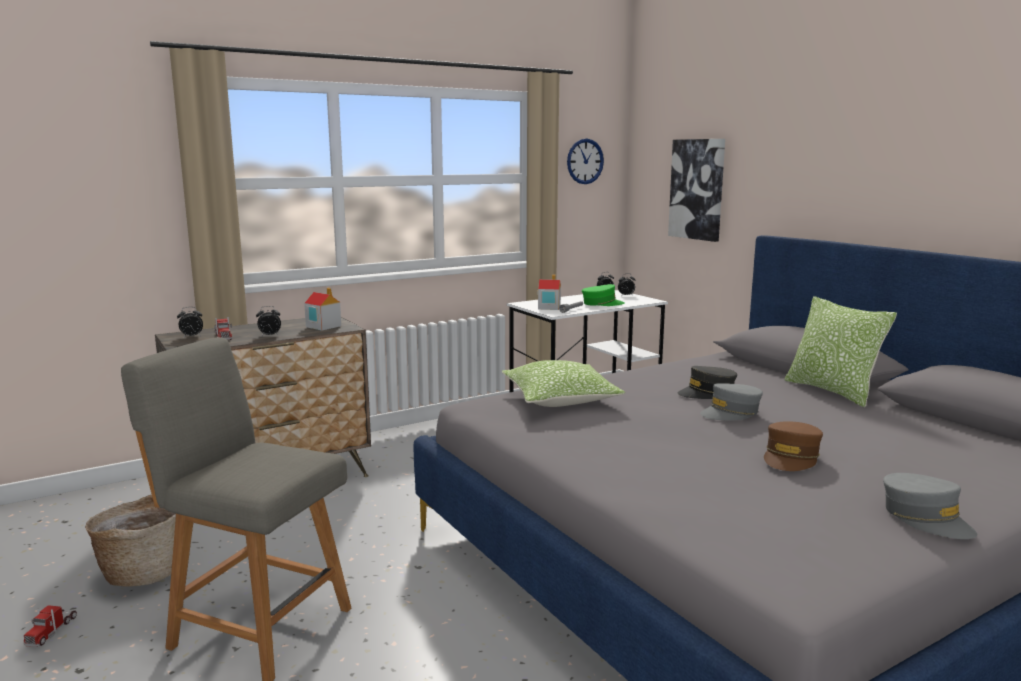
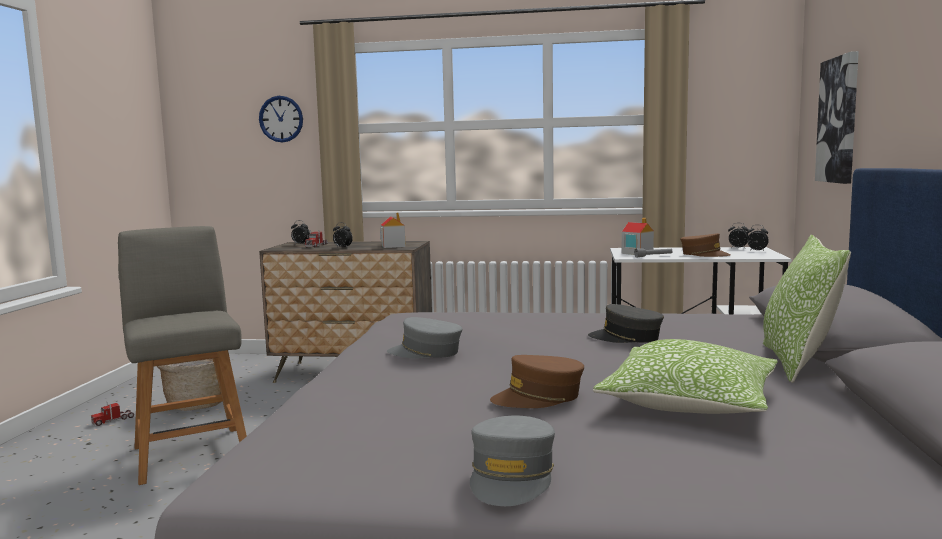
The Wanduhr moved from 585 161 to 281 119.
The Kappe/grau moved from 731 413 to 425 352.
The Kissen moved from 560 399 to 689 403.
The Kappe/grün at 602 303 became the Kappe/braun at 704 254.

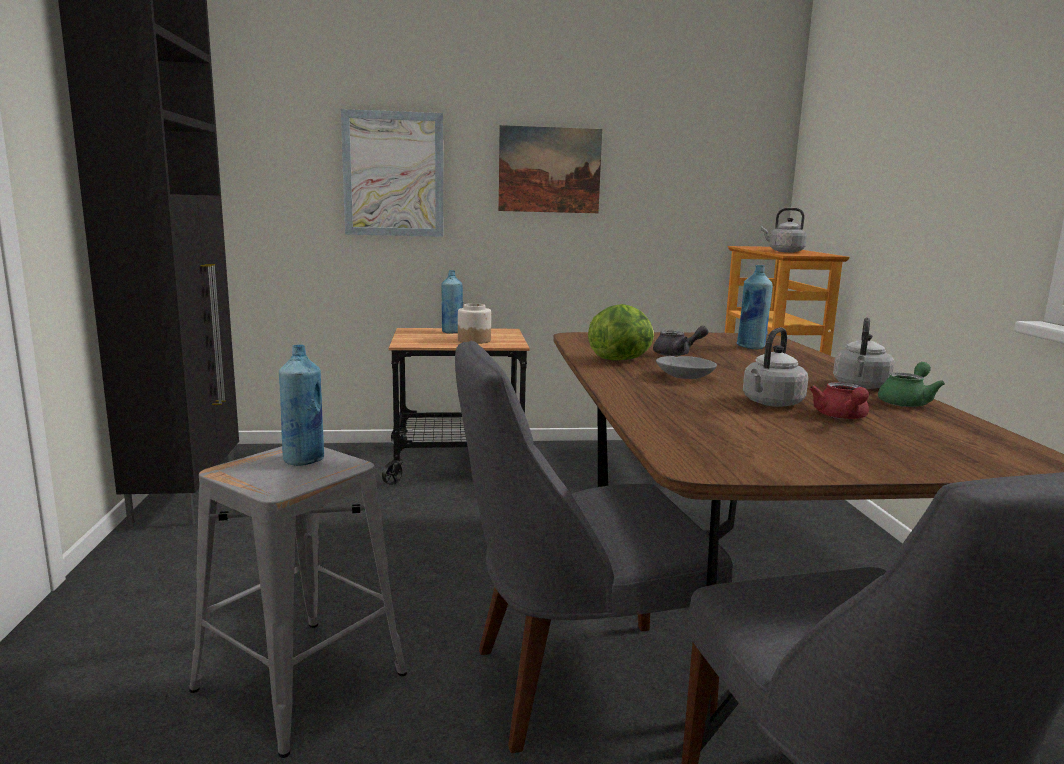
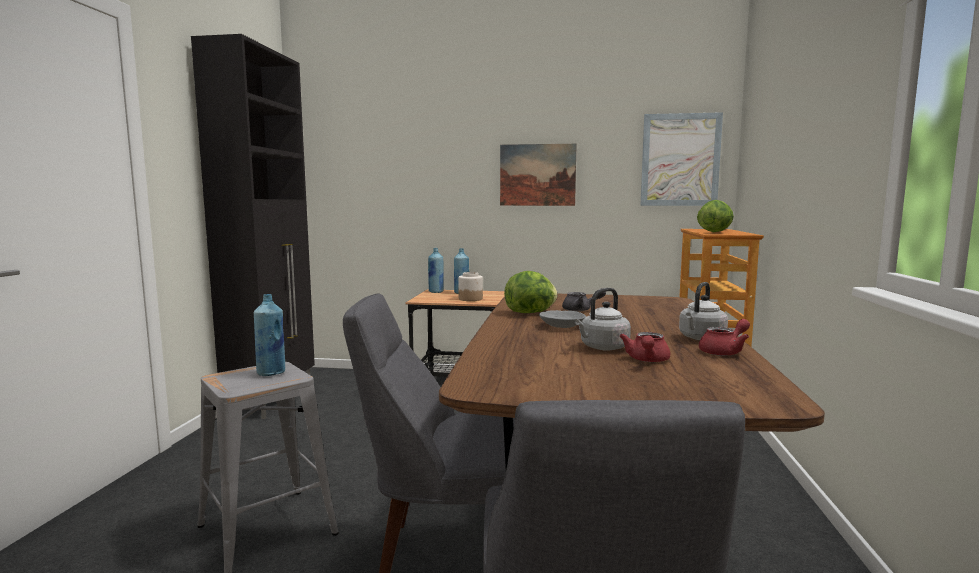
The Flasche/blau moved from 751 347 to 436 292.
The Bild moved from 393 174 to 680 160.
The Wasserkessel/grau at 784 251 was replaced by the Salatkopf at 714 232.
The Teekanne/grün at 907 402 became the Teekanne/rot at 724 352.

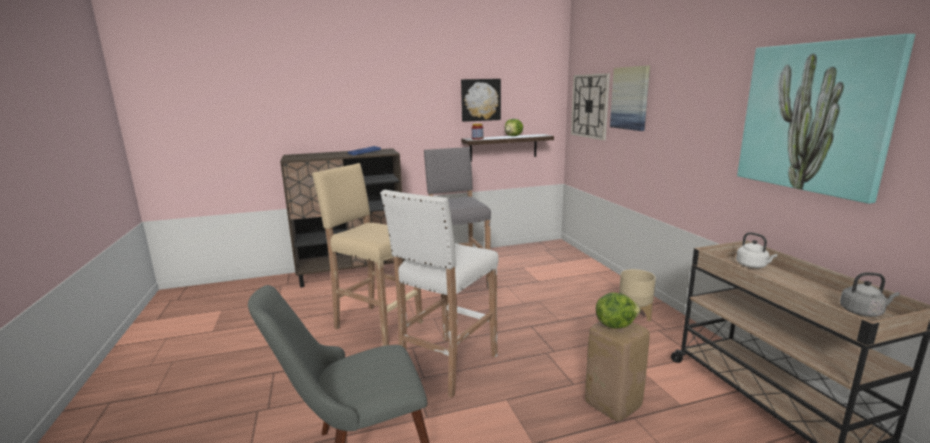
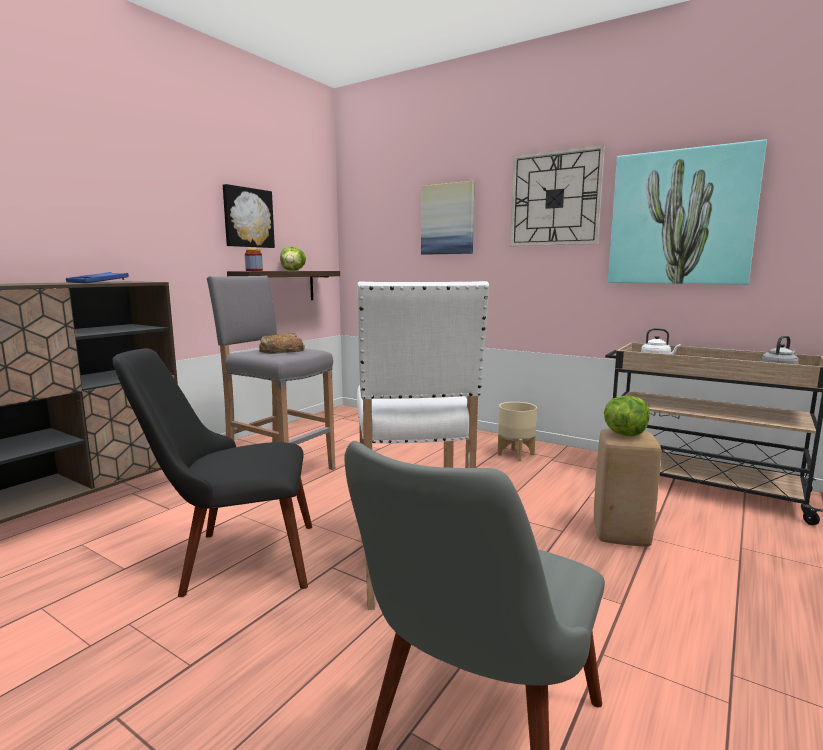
The Hocker/beige at 376 325 was replaced by the Stuhl/schwarz at 231 560.
The Brot at 280 350 appeared.
The Wanduhr moved from 590 106 to 555 199.

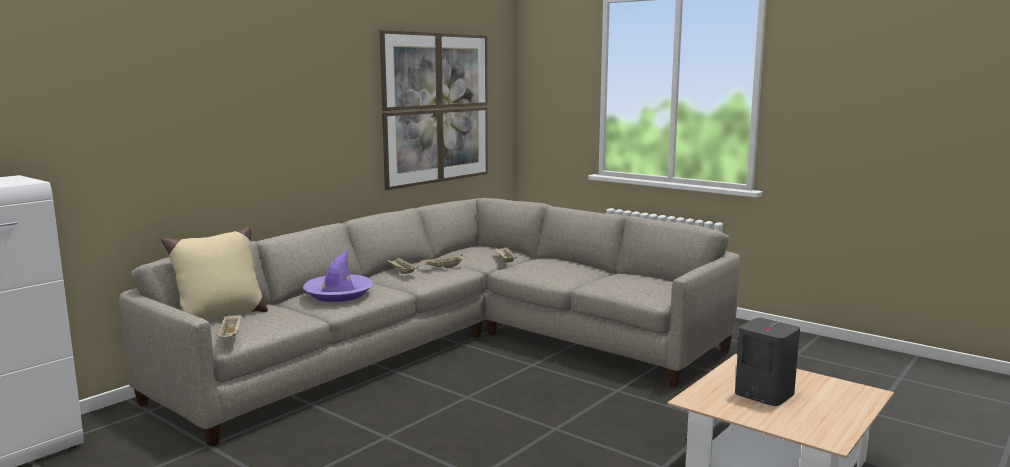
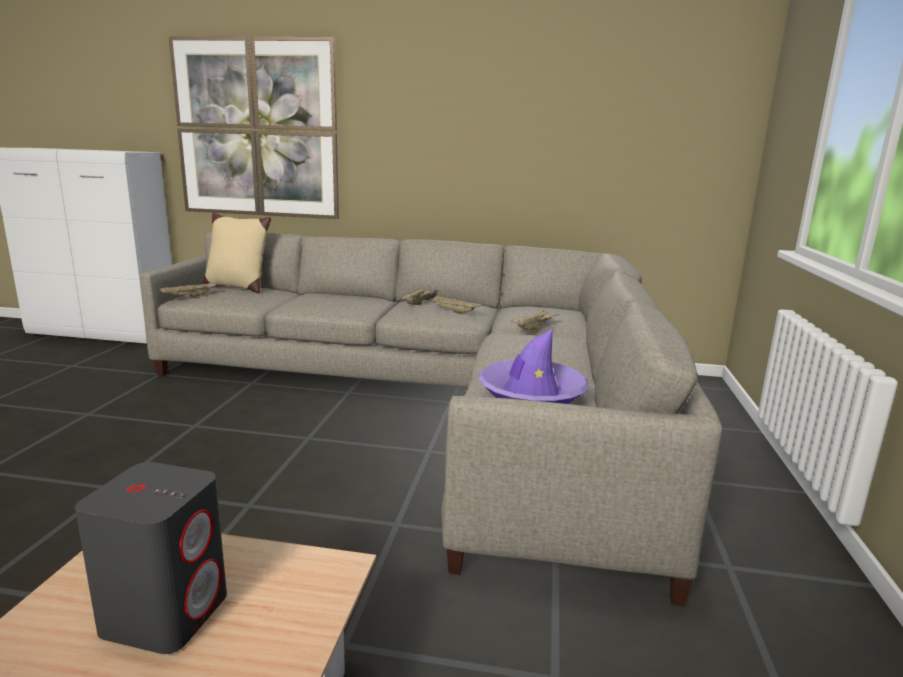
The Bild moved from 436 108 to 257 129.
The Hut/lila moved from 338 294 to 531 393.

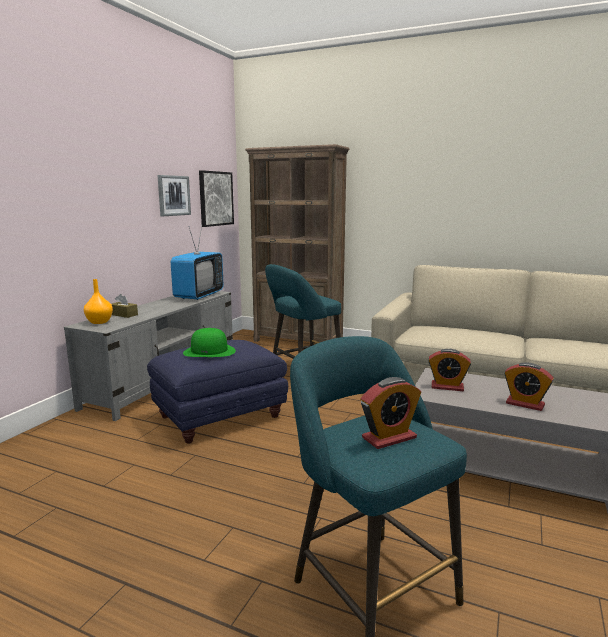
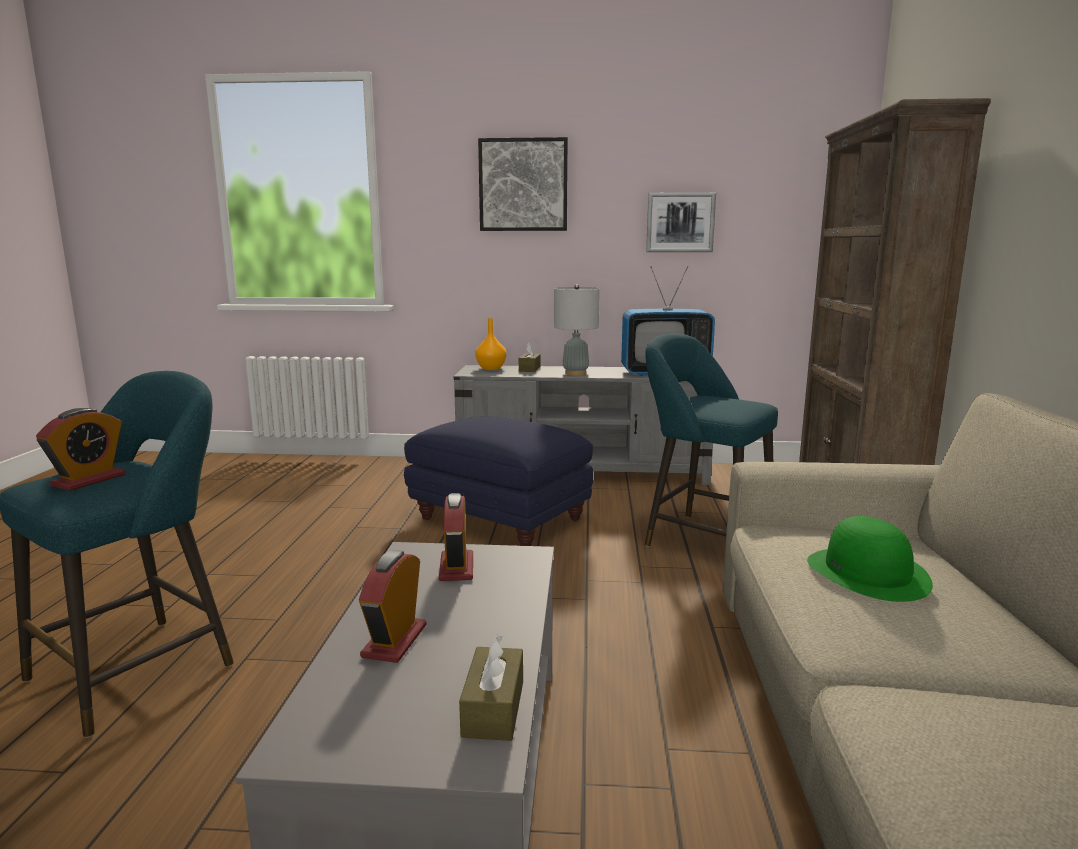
The Wecker at 389 438 turned 105 degrees counterclockwise.
The Taschentuchbox/braun at 493 708 appeared.
The Bild moved from 215 198 to 523 185.
The Tischlampe/grau at 575 373 appeared.
The Hut/grün moved from 209 351 to 867 573.

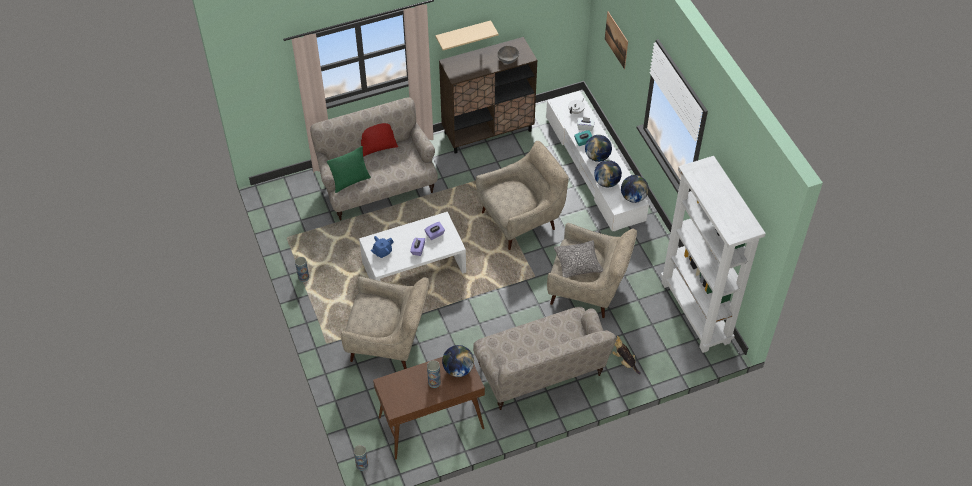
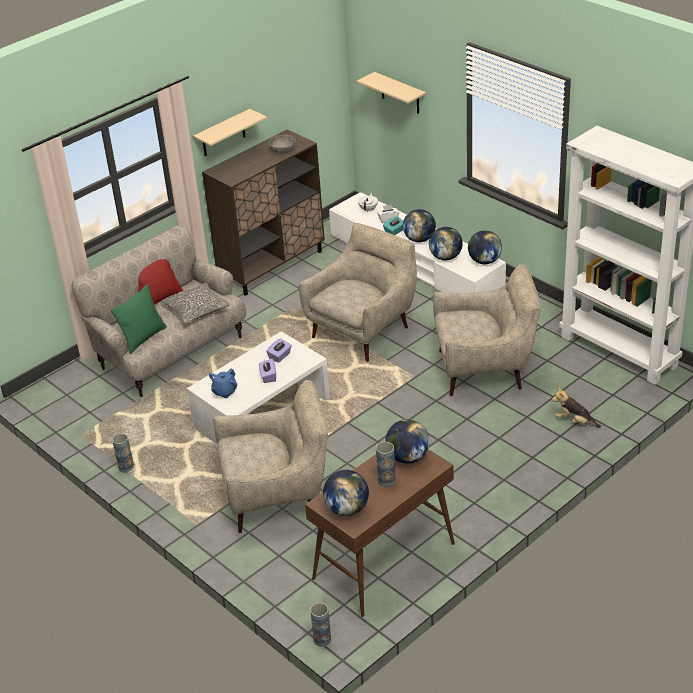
The Kissen moved from 578 263 to 196 310.
The Globus at 347 509 appeared.
The Bild at 616 40 was replaced by the Wandregal/beige at 400 93.
The Sofa/beige at 541 373 disappeared.

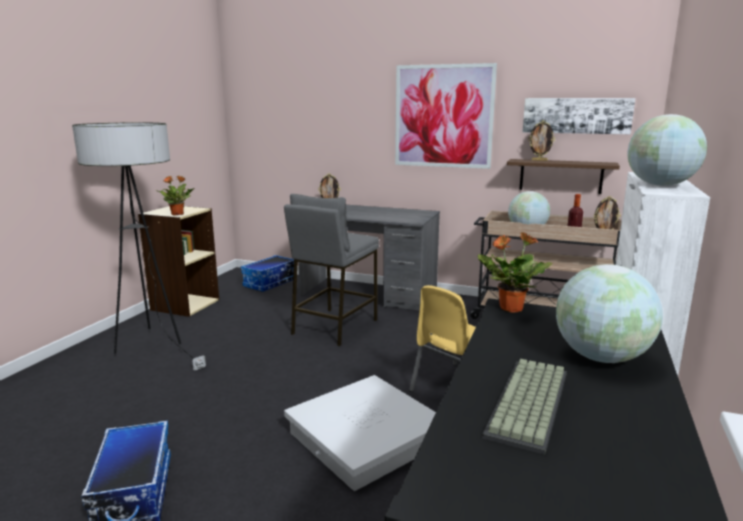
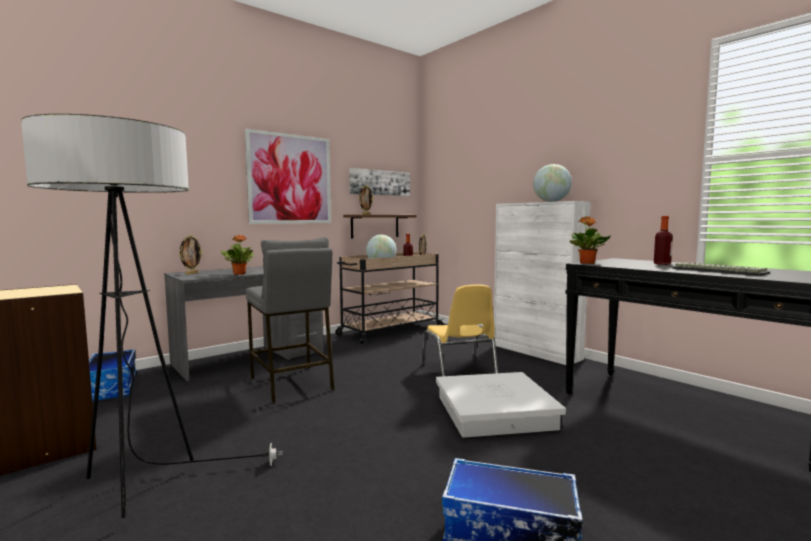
The Topfpflanze moved from 178 214 to 239 274.
The Globus at 601 357 was replaced by the Flasche at 662 264.

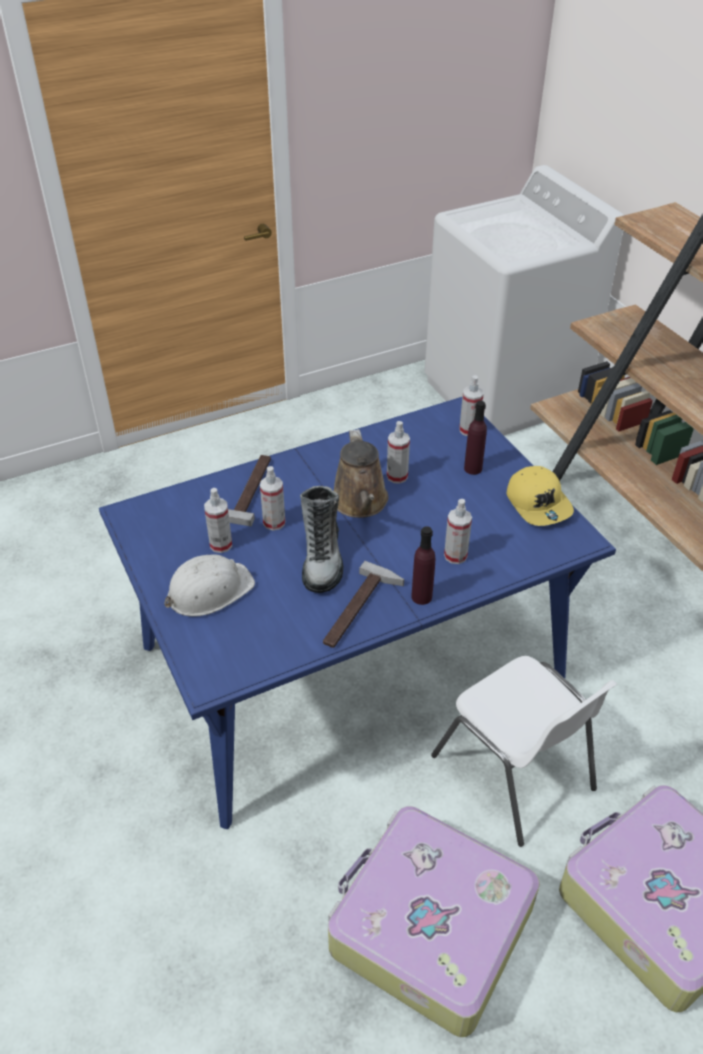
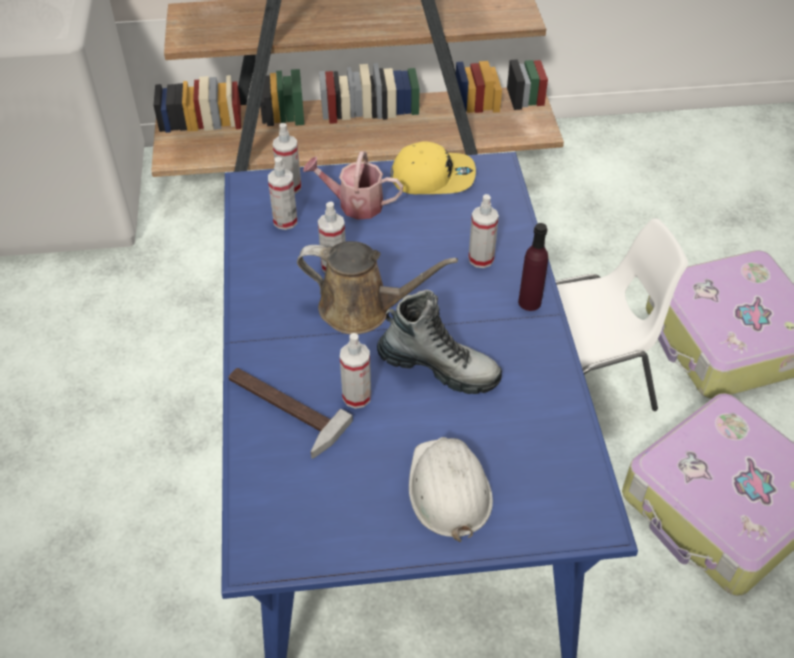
The Sprühflasche moved from 221 545 to 285 221.
The Flasche/lila at 473 468 was replaced by the Gießkanne at 354 204.
The Hammer at 360 610 disappeared.

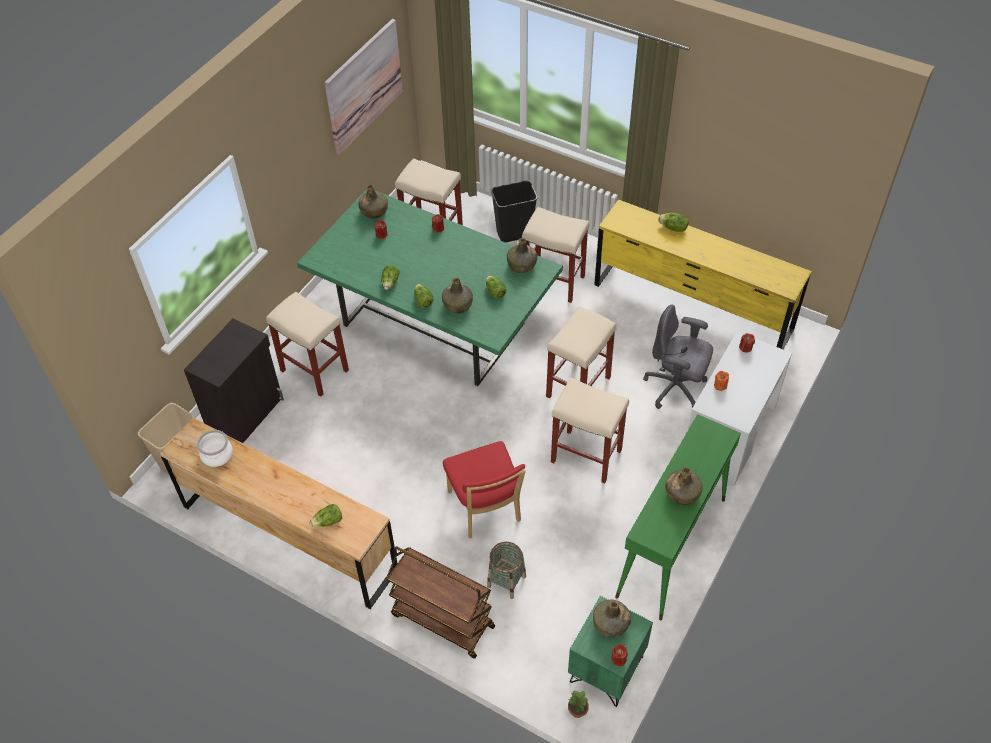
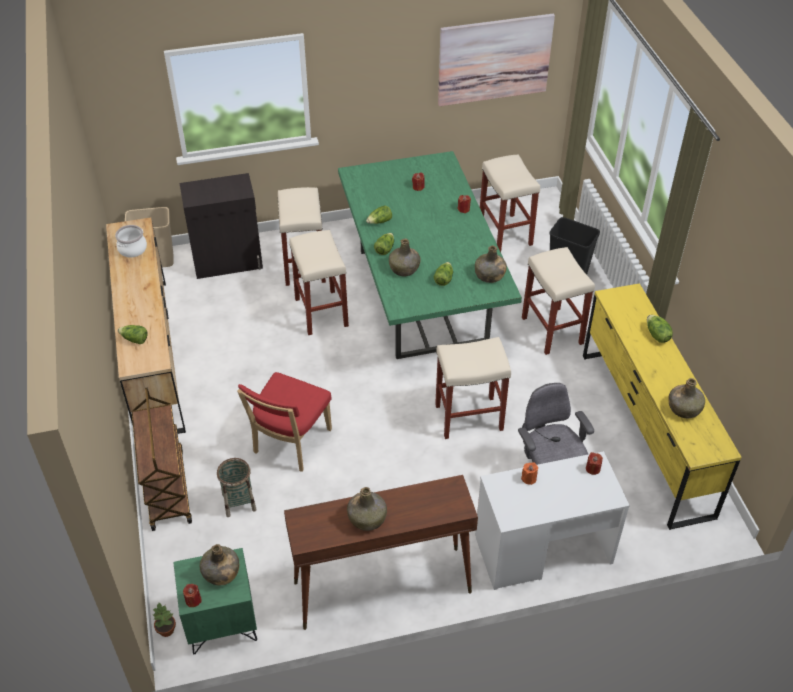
The Konsolentisch/grün at 671 548 became the Konsolentisch/braun at 381 588.
The Hocker/beige moved from 585 456 to 320 312.
The Flasche/grün moved from 374 211 to 684 408.

